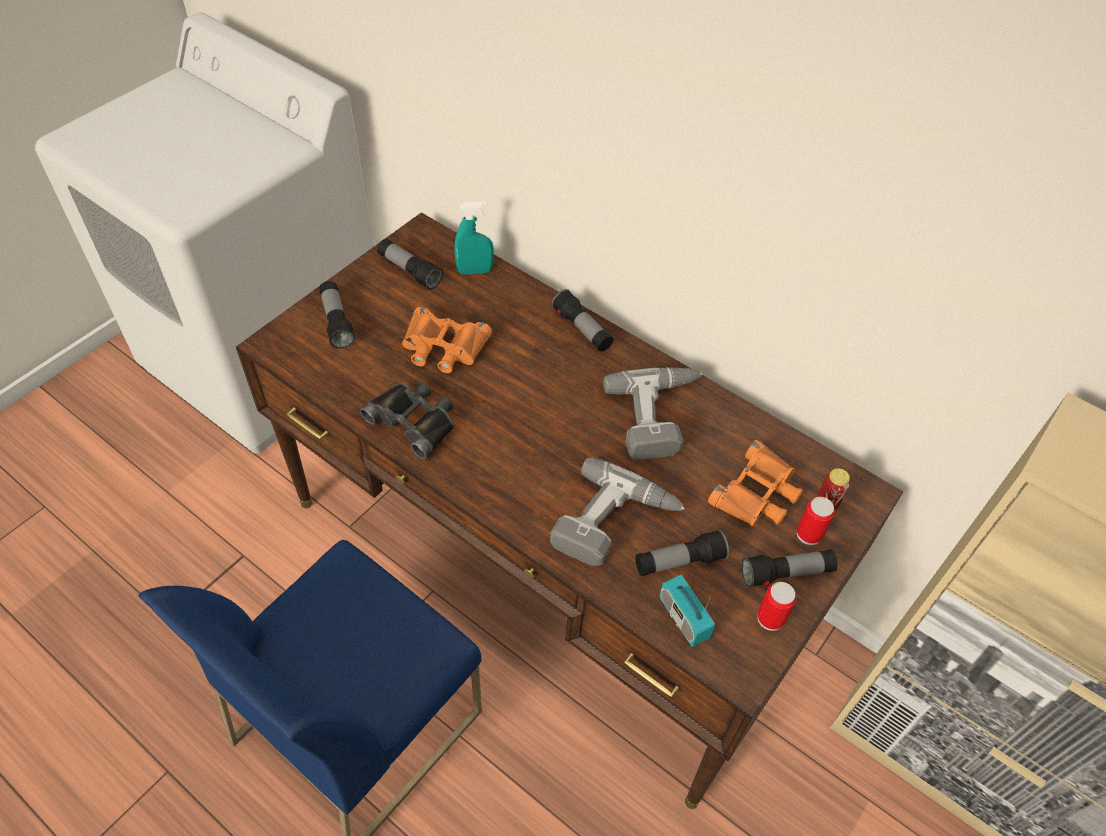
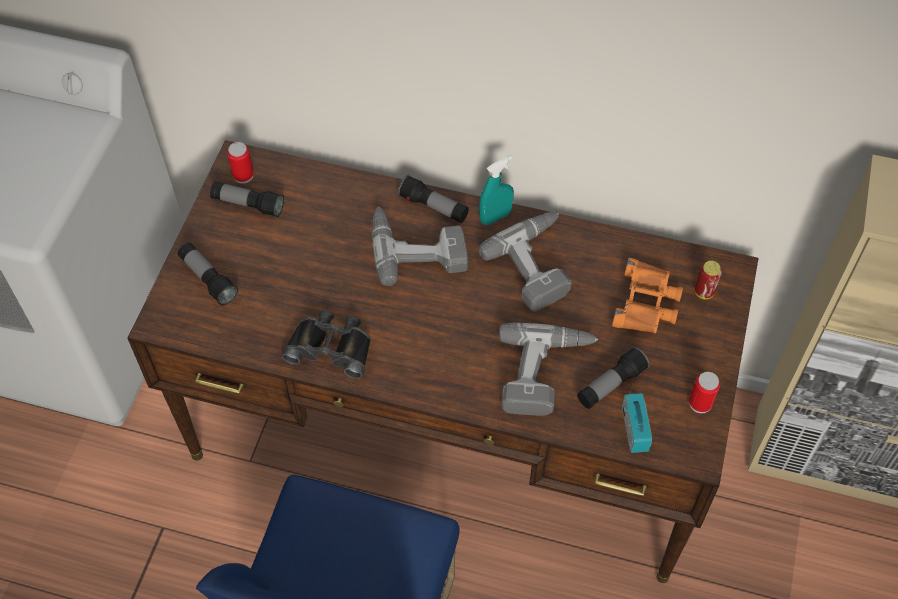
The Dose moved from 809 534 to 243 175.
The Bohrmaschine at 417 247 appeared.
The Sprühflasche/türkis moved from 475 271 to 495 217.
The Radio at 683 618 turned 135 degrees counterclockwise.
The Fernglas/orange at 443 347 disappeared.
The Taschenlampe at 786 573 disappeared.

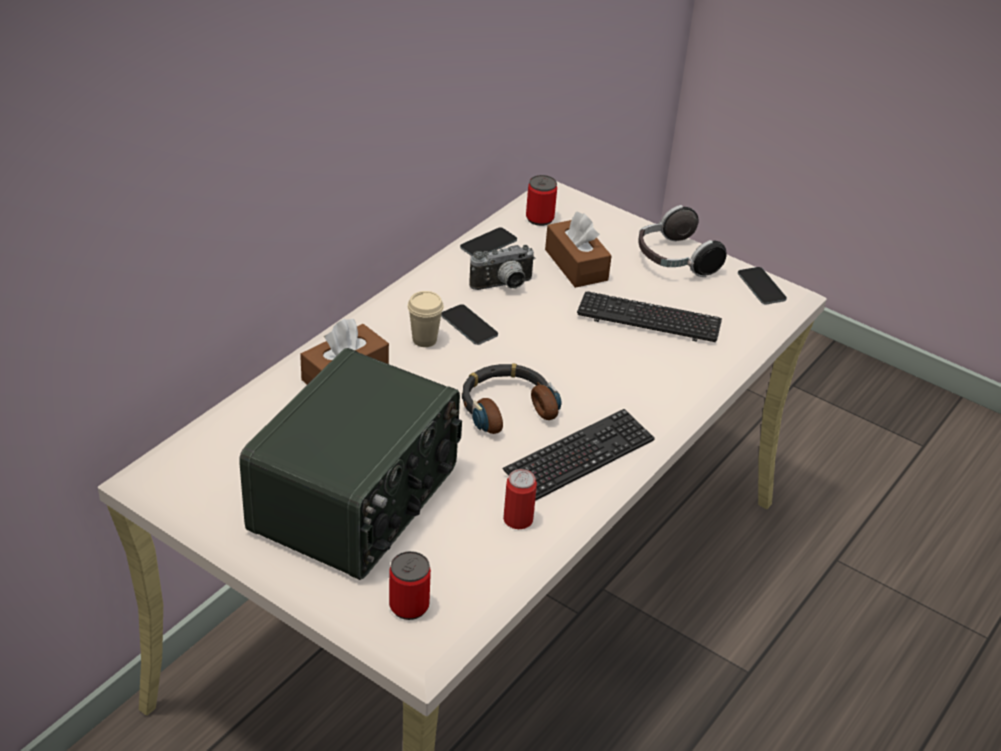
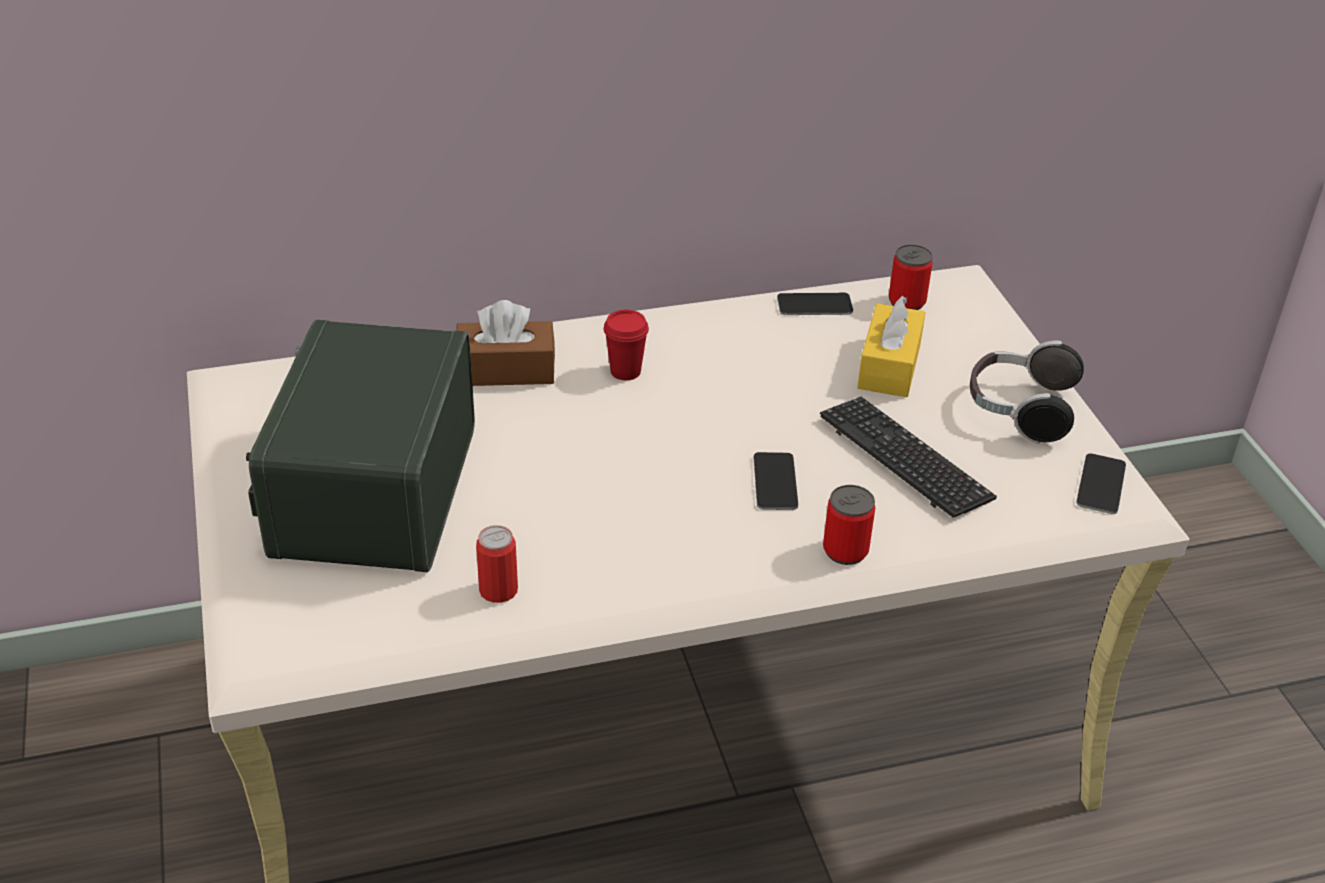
The Radio at 357 500 turned 120 degrees clockwise.
The Tasse/beige at 424 340 became the Tasse/rot at 625 371.
The Handy moved from 469 325 to 775 482.
The Dose moved from 409 606 to 845 550.
The Taschentuchbox/braun at 576 265 became the Taschentuchbox/gelb at 889 366.
The Kopfhörer at 506 406 disappeared.
The Kamera at 503 286 disappeared.
The Tastatur at 579 457 disappeared.

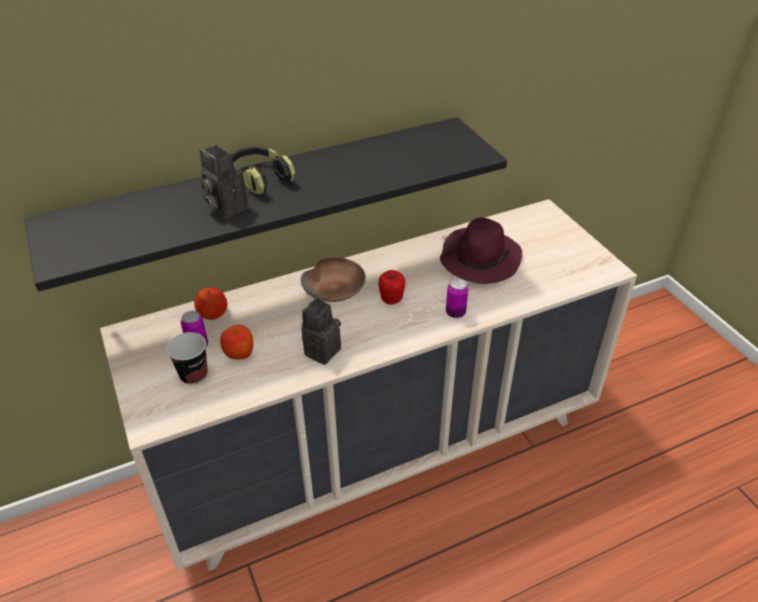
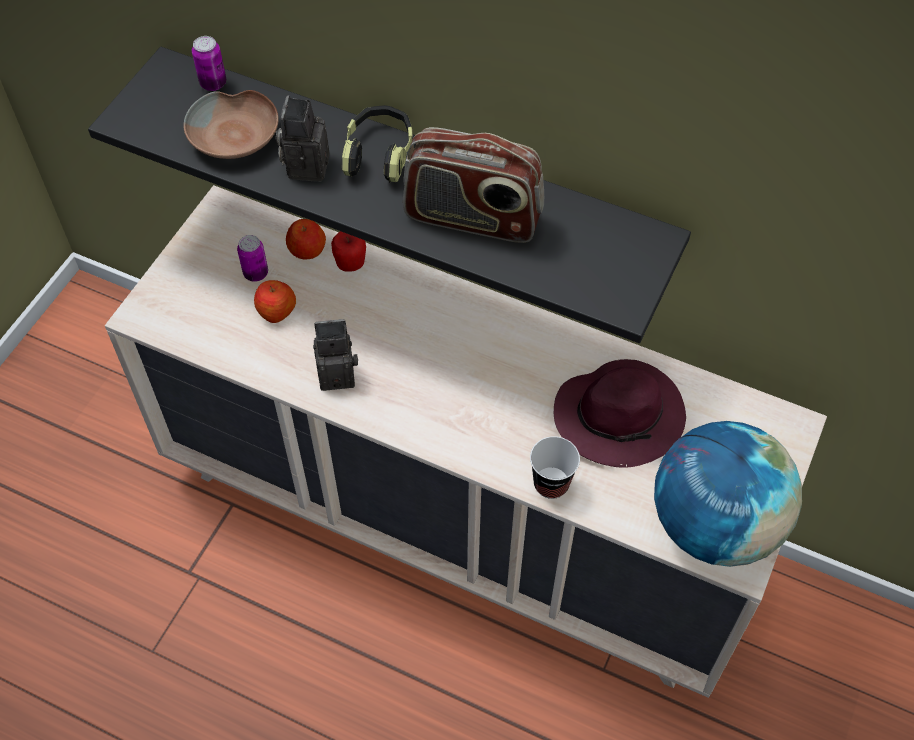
The Schüssel/braun moved from 335 288 to 236 137.
The Dose moved from 455 313 to 213 83.
The Apfel moved from 391 300 to 350 264.
The Radio at 472 218 appeared.
The Tasse moved from 194 375 to 551 484.
The Globus at 714 525 appeared.

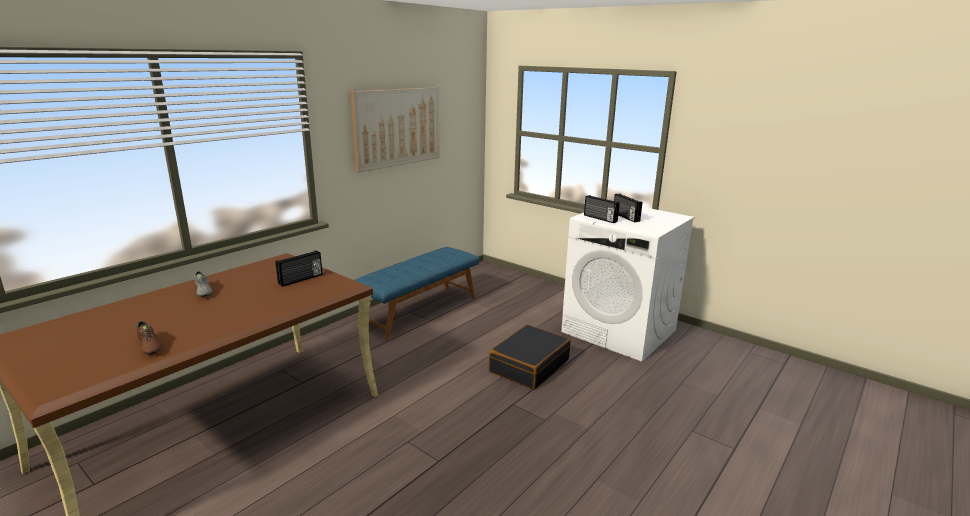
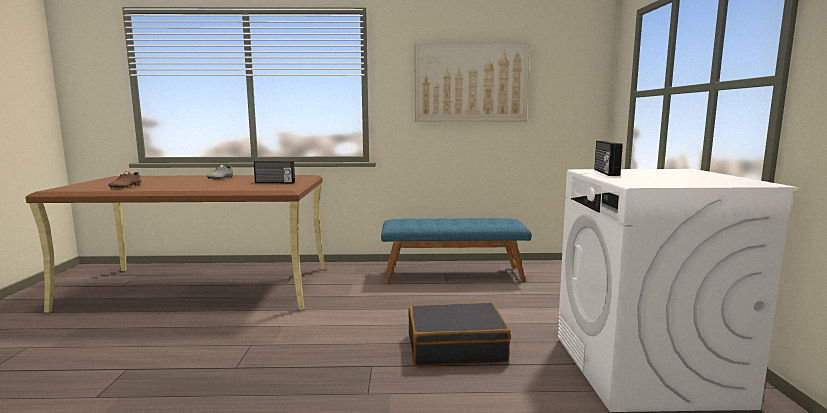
The Radio at 625 217 disappeared.

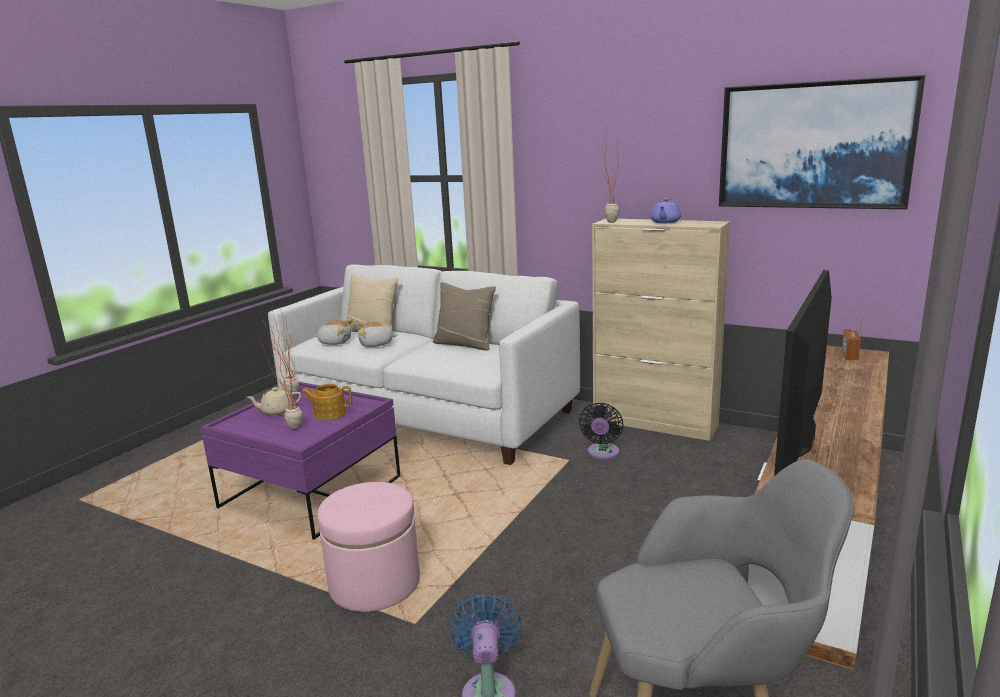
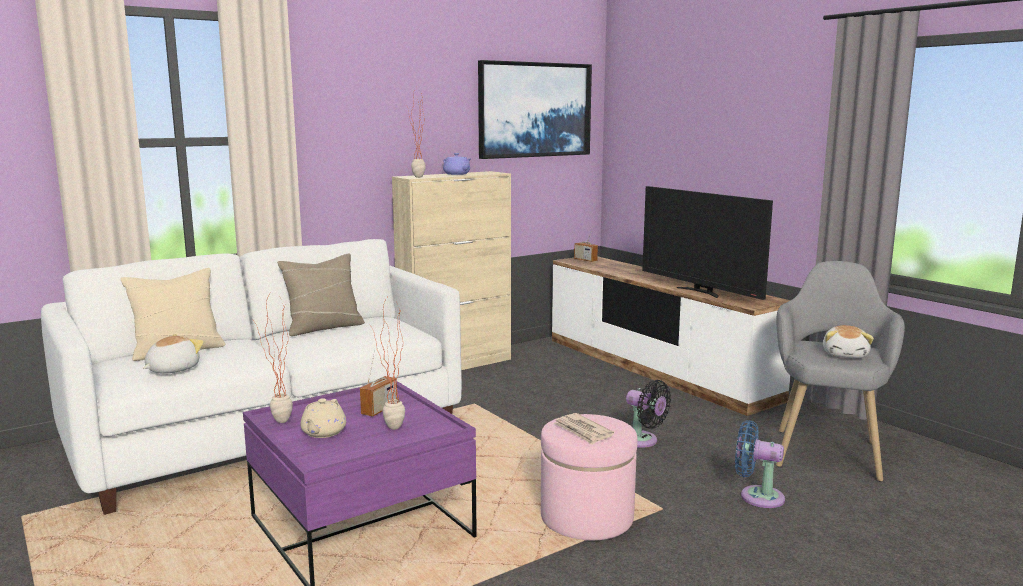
The Teekanne at 329 413 was replaced by the Radio at 379 409.
The Zeitung at 583 431 appeared.
The Ventilator/schwarz moved from 602 453 to 642 441.
The Plüschtier moved from 376 344 to 845 355.

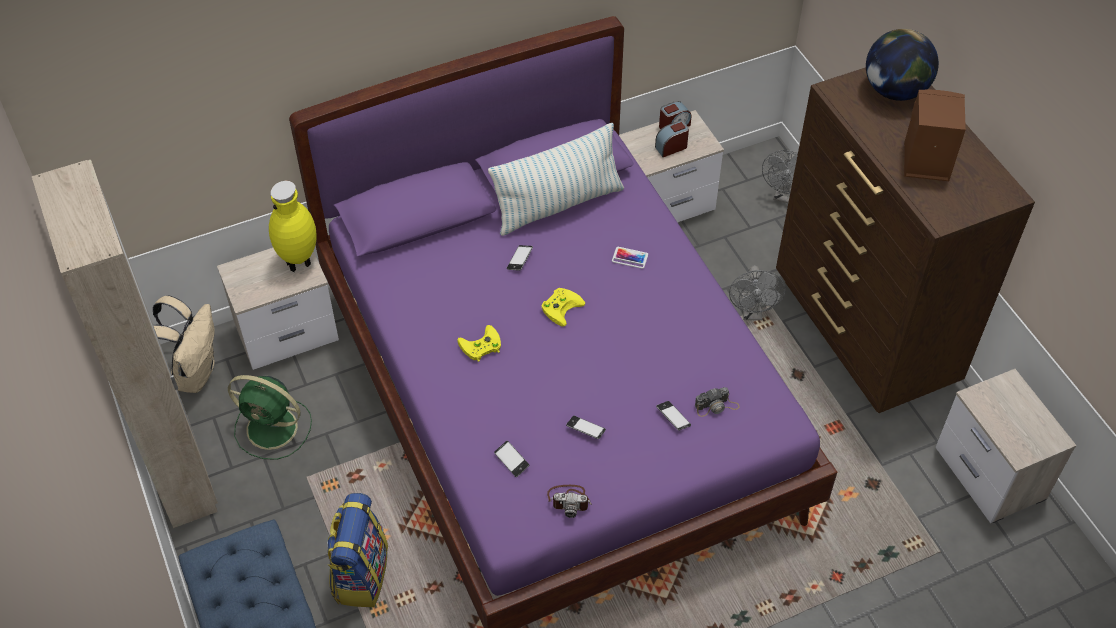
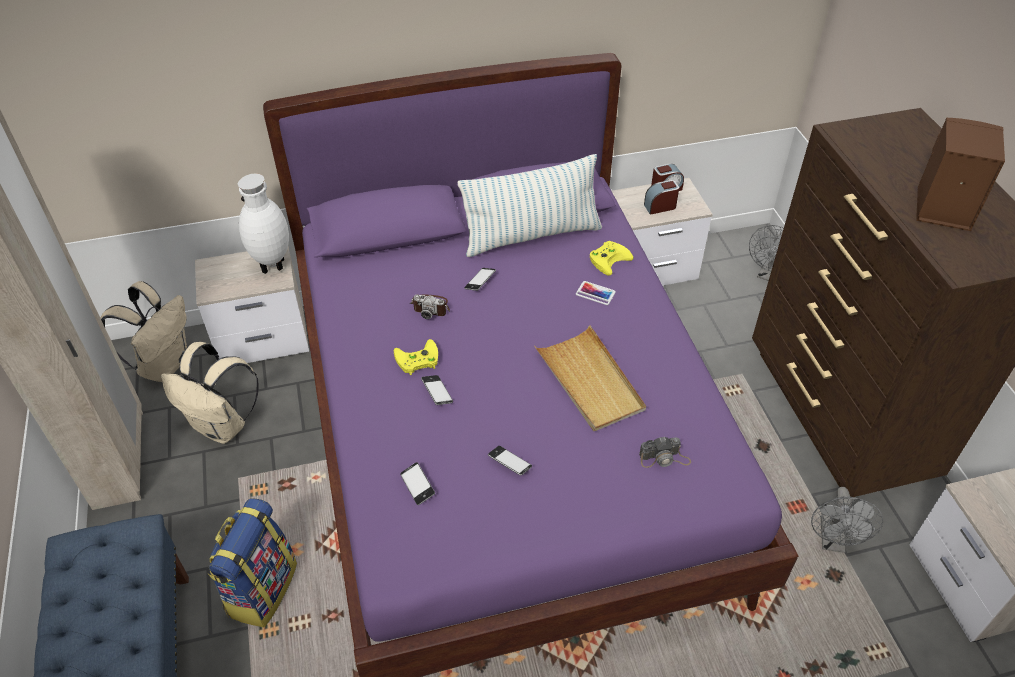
The Ventilator/grün at 274 428 was replaced by the Rucksack/beige at 222 426.
The Vase/gelb at 300 263 became the Vase/weiß at 273 266.
The Kamera moved from 569 500 to 431 307.
The Handy moved from 673 417 to 437 392.
The Tablett/beige at 590 381 appeared.
The Gamepad/gelb moved from 561 306 to 609 258.
The Ventilator/grau moved from 752 313 to 833 541.
The Globus at 895 91 disappeared.

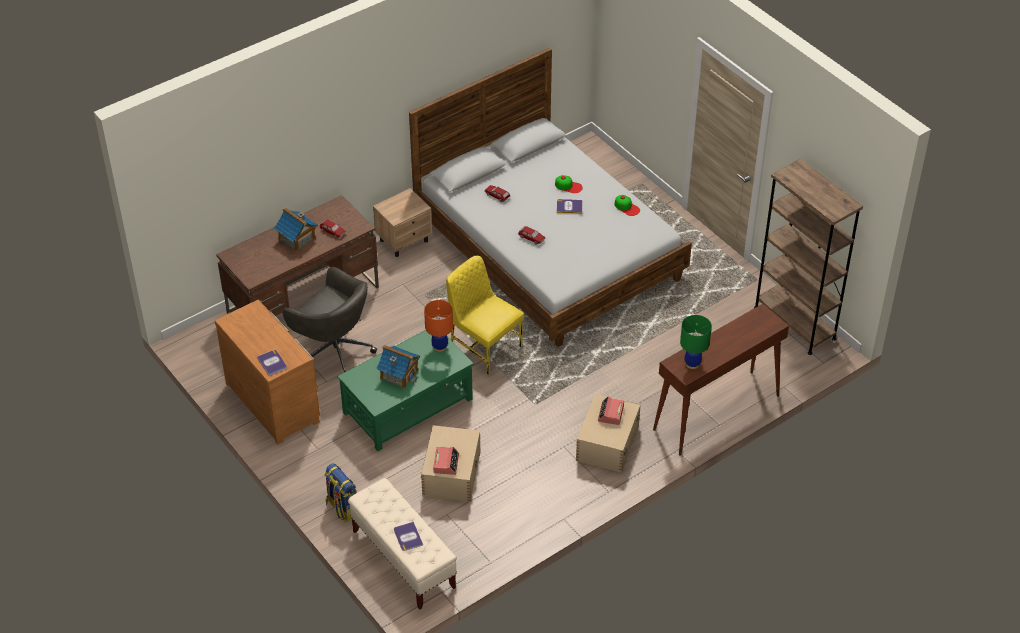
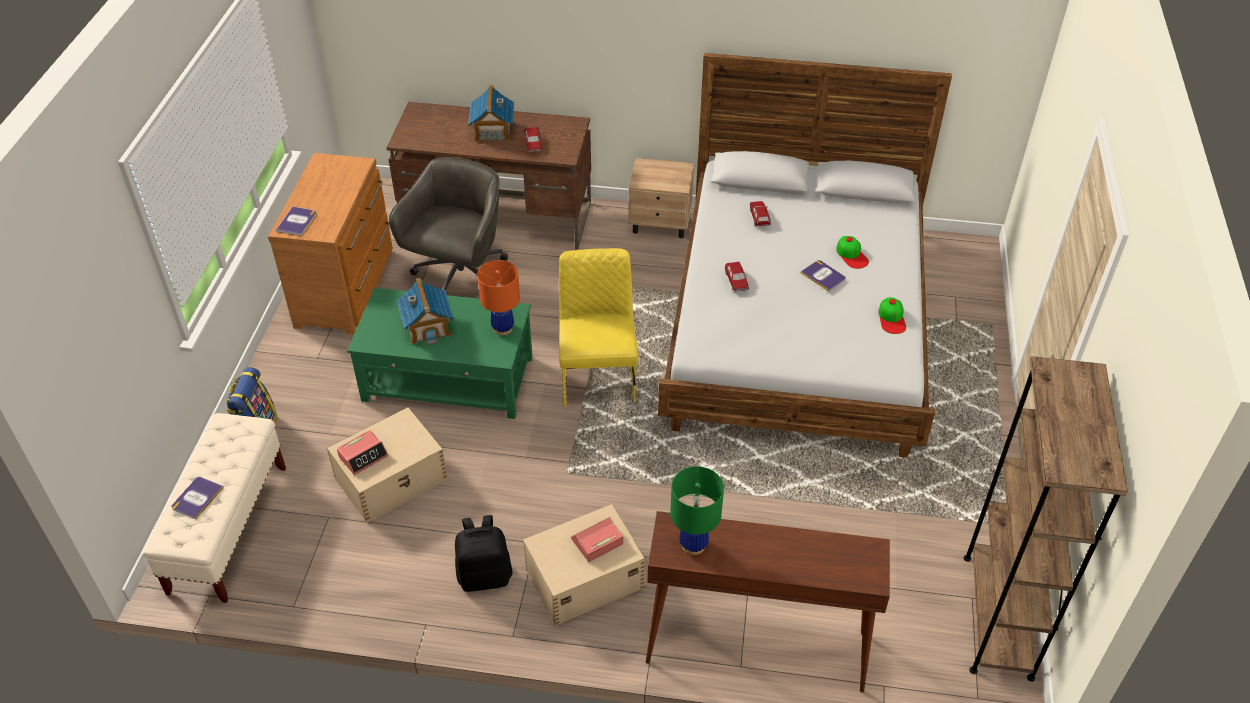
The Bürostuhl/grau at 334 350 turned 150 degrees counterclockwise.
The Rucksack/schwarz at 485 575 appeared.

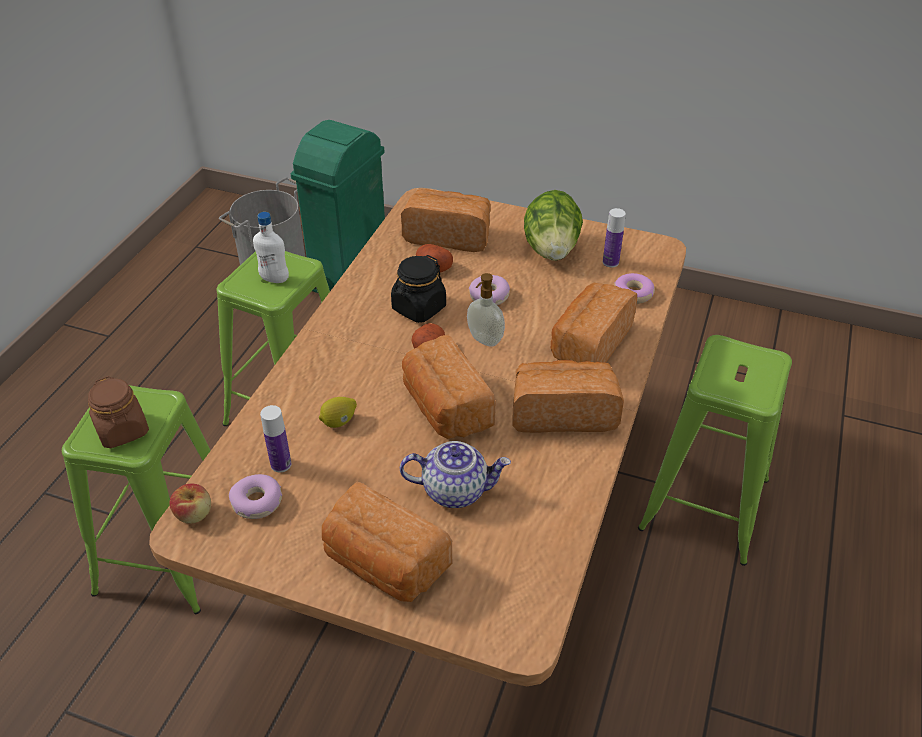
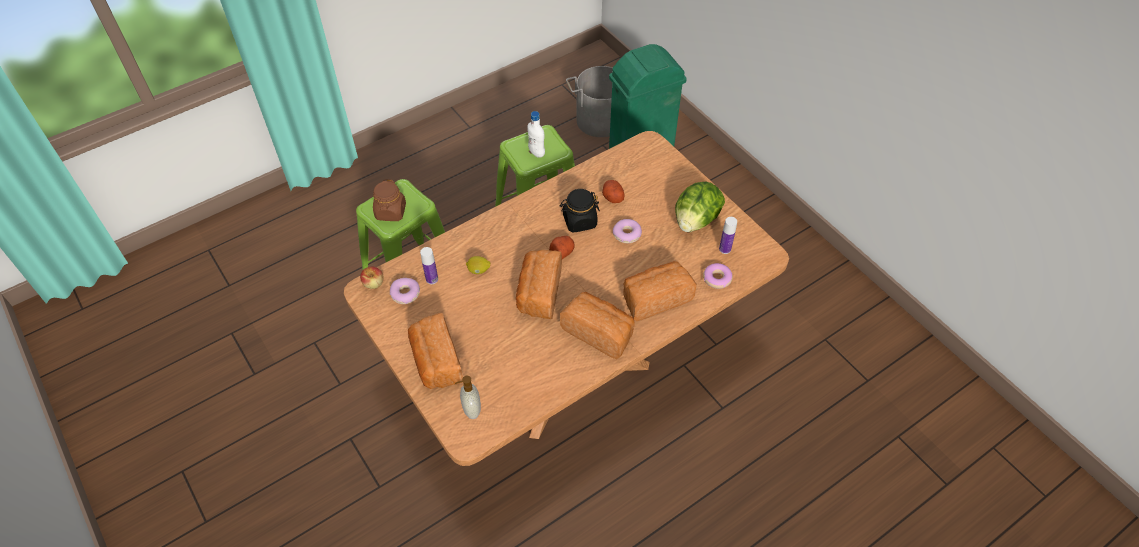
The Seifenspender moved from 484 340 to 471 410.
The Teekanne at 455 490 disappeared.
The Brot at 449 236 disappeared.
The Hocker/grün at 705 503 disappeared.

